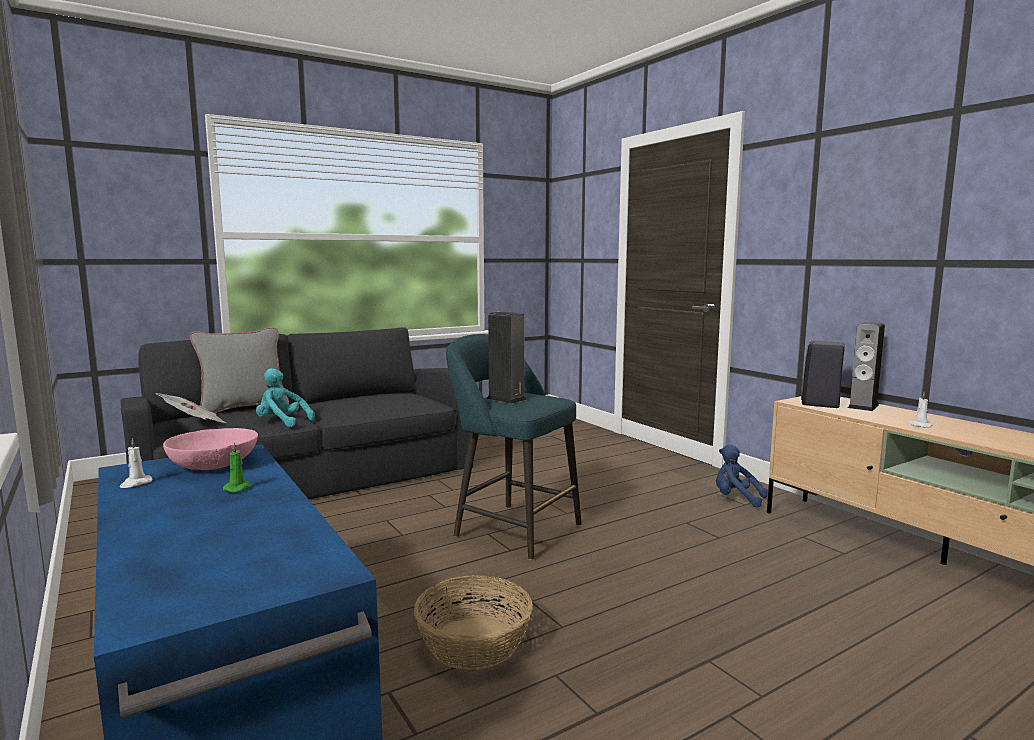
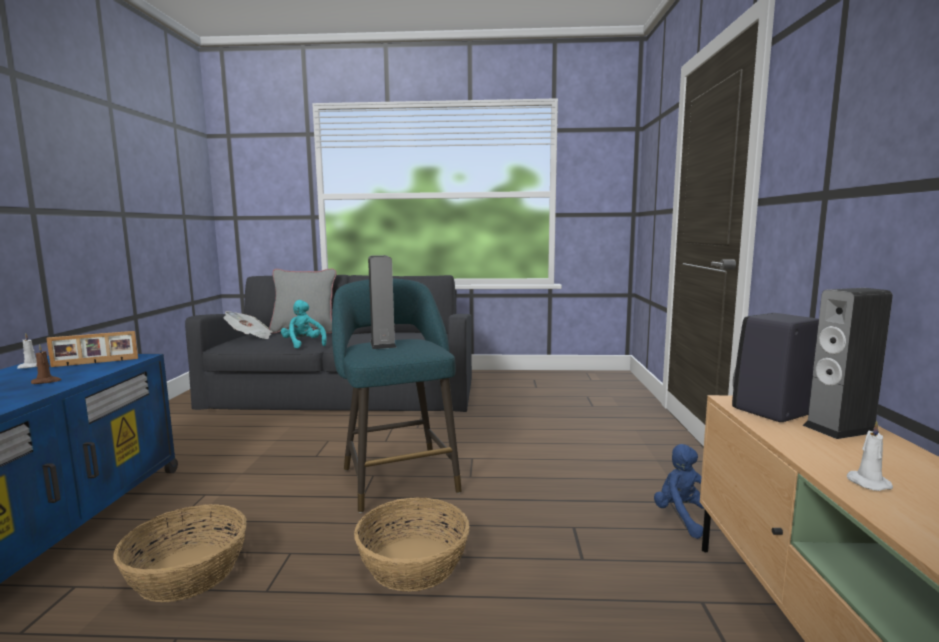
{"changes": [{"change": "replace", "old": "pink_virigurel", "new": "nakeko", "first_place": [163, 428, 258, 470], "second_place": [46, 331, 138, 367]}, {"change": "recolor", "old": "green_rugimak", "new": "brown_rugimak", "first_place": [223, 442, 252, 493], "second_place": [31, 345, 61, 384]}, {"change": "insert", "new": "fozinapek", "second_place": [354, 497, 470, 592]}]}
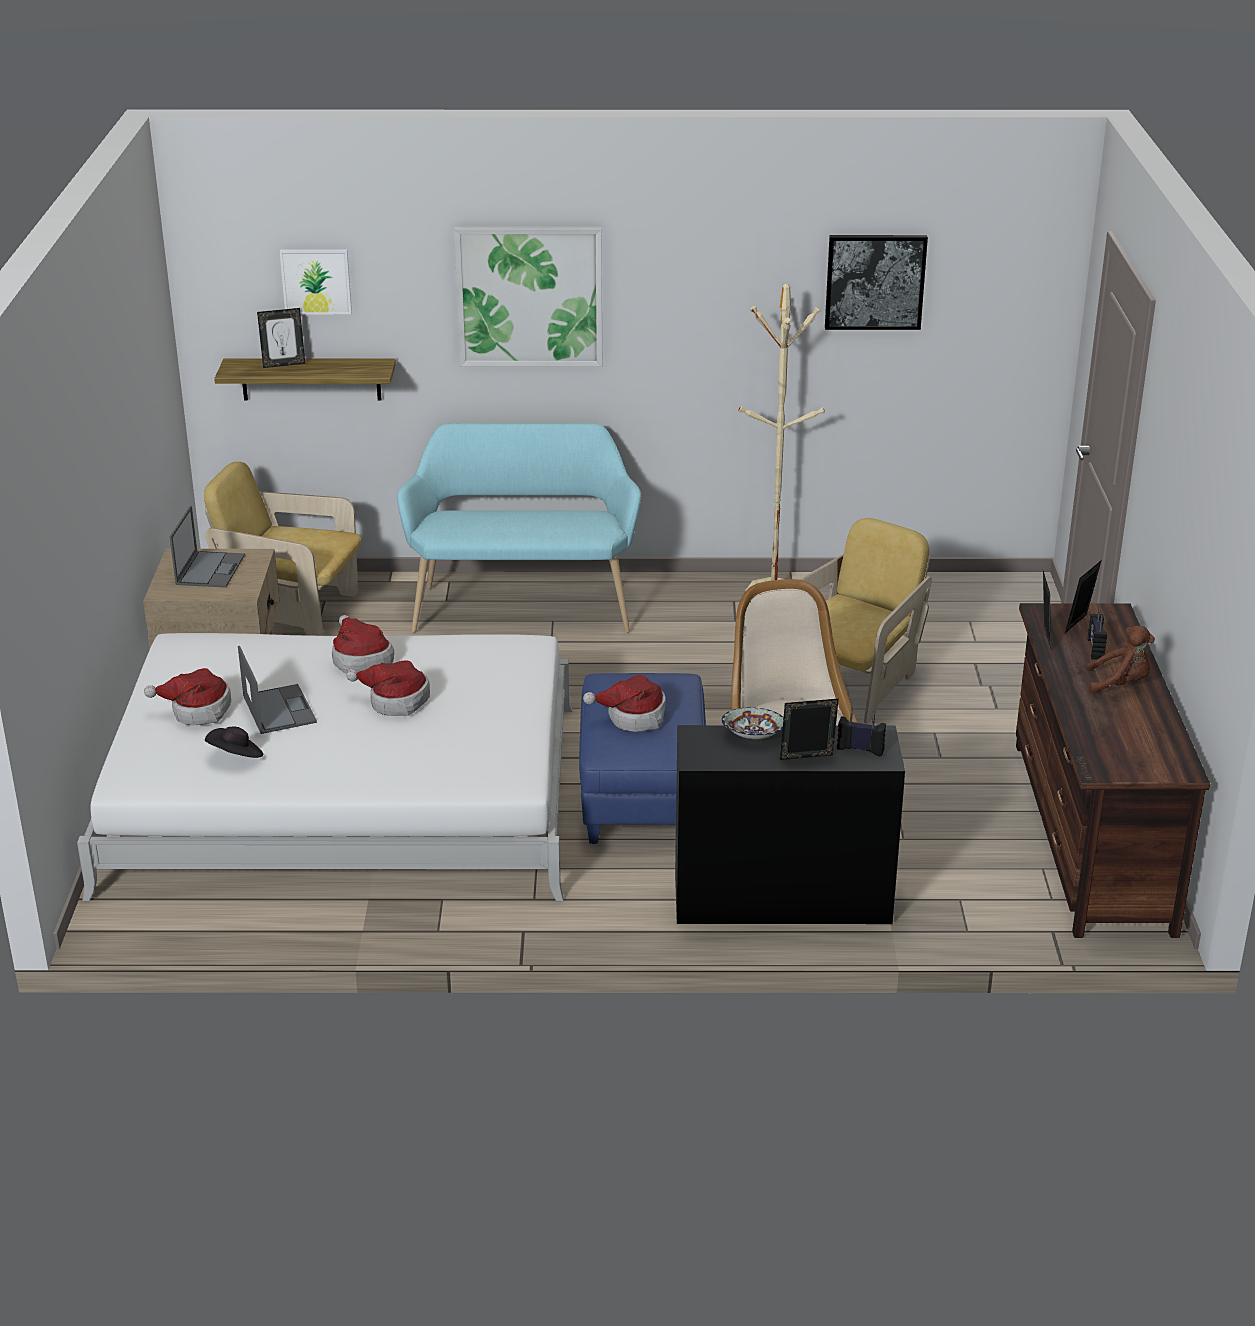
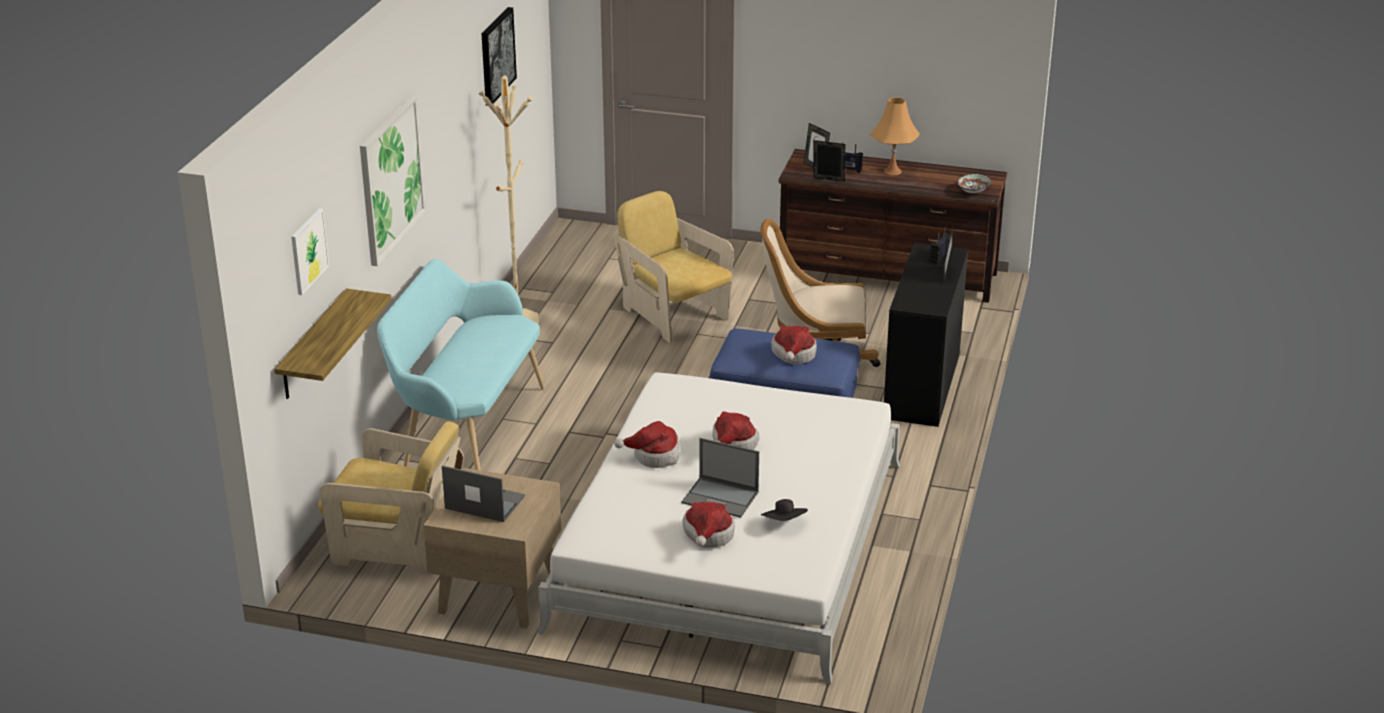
{"changes": [{"change": "delete", "old": "nakeko", "first_place": [257, 308, 305, 368]}, {"change": "rotate", "old": "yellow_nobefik", "first_place": [204, 462, 361, 636], "second_place": [318, 421, 464, 575], "degrees": -105}, {"change": "replace", "old": "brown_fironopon", "new": "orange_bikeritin", "first_place": [1086, 626, 1155, 694], "second_place": [870, 98, 920, 175]}, {"change": "rotate", "old": "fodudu", "first_place": [238, 646, 317, 734], "second_place": [682, 438, 759, 518], "degrees": -150}, {"change": "move", "old": "virigurel", "first_place": [722, 707, 784, 739], "second_place": [957, 174, 991, 193]}]}
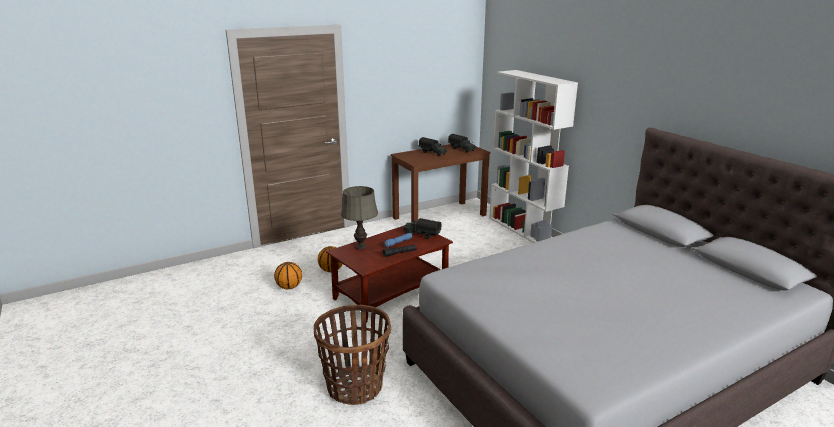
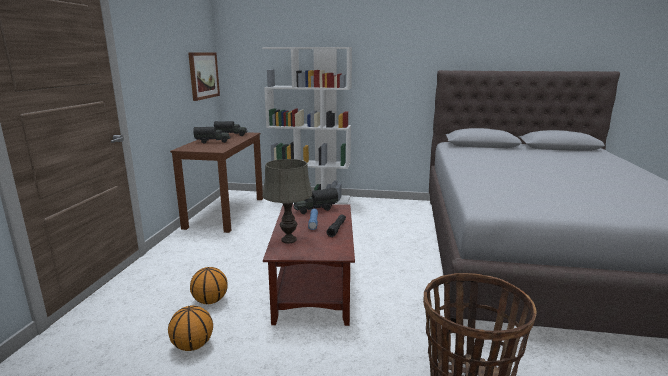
{"changes": [{"change": "insert", "new": "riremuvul", "second_place": [188, 52, 220, 101]}]}
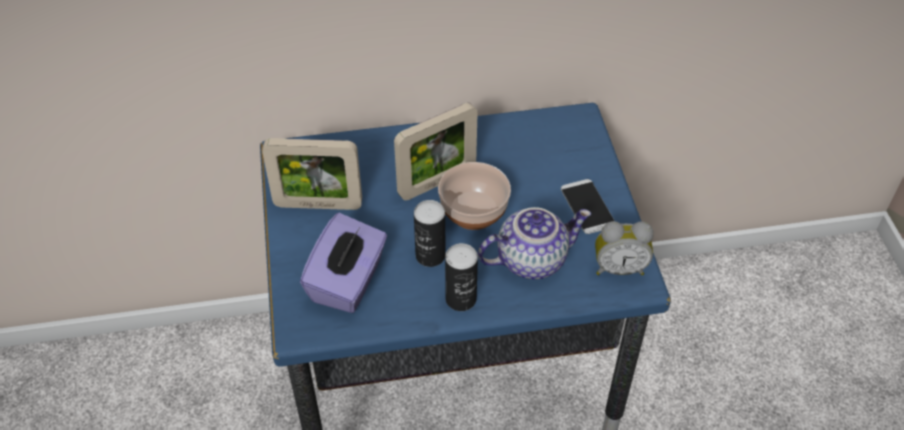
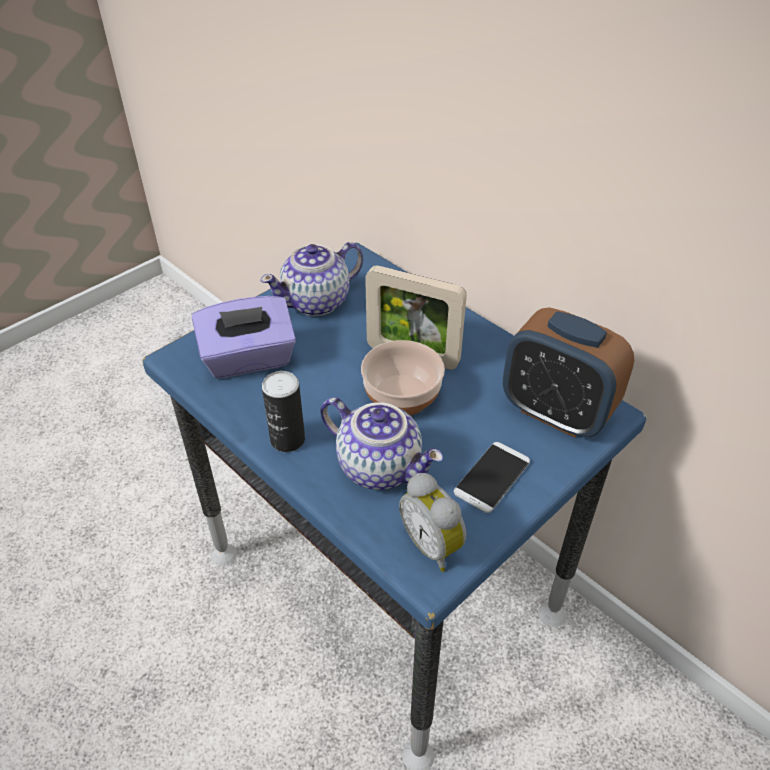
{"changes": [{"change": "replace", "old": "nakeko", "new": "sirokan", "first_place": [262, 138, 362, 210], "second_place": [260, 242, 363, 316]}, {"change": "delete", "old": "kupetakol", "first_place": [414, 200, 446, 267]}, {"change": "insert", "new": "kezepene", "second_place": [503, 307, 634, 438]}]}
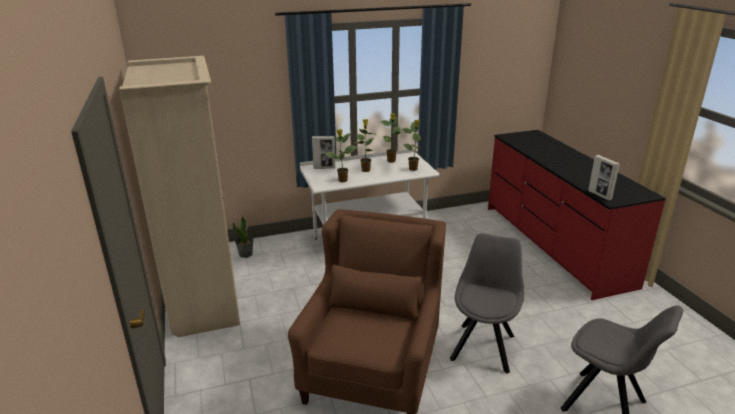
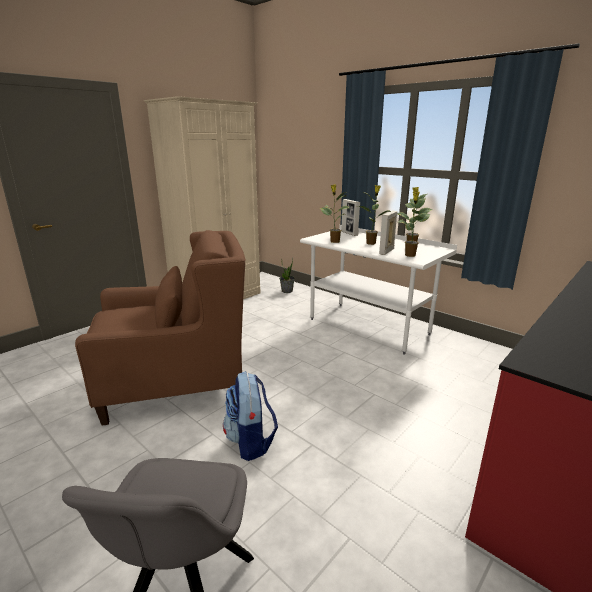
{"changes": [{"change": "move", "old": "nakeko", "first_place": [588, 155, 620, 201], "second_place": [379, 211, 398, 255]}, {"change": "replace", "old": "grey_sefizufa", "new": "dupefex", "first_place": [450, 233, 524, 374], "second_place": [223, 372, 278, 461]}]}
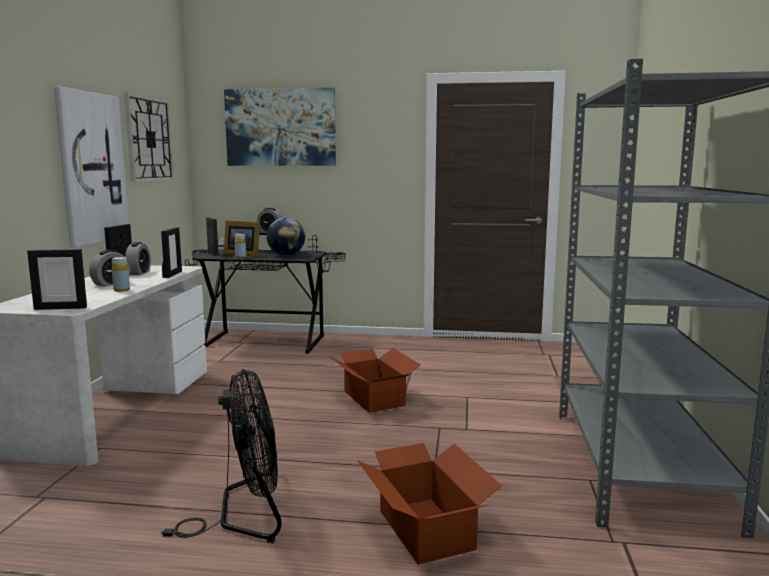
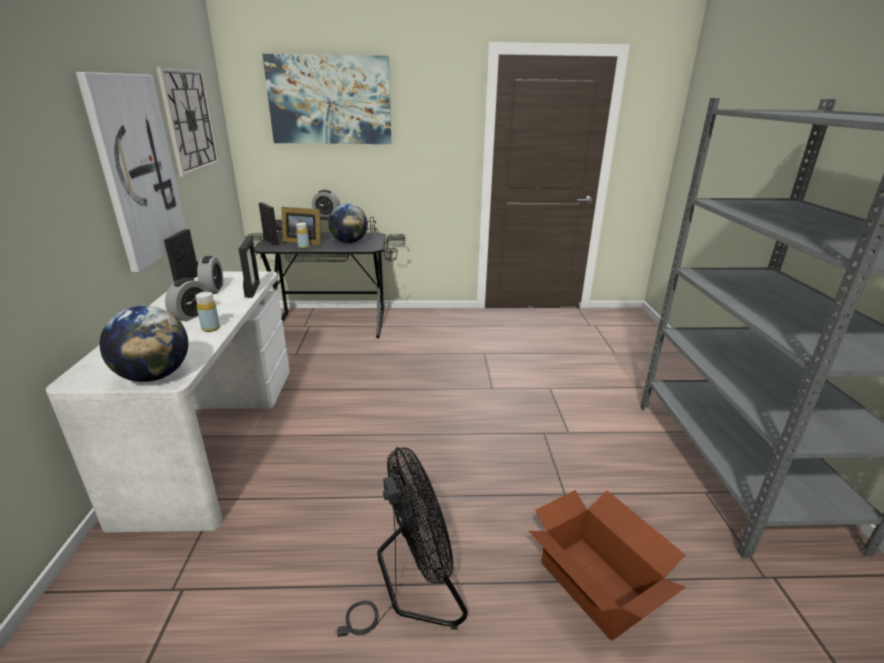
{"changes": [{"change": "replace", "old": "nakeko", "new": "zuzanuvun", "first_place": [27, 249, 87, 310], "second_place": [100, 306, 188, 382]}, {"change": "delete", "old": "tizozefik", "first_place": [329, 348, 421, 413]}]}
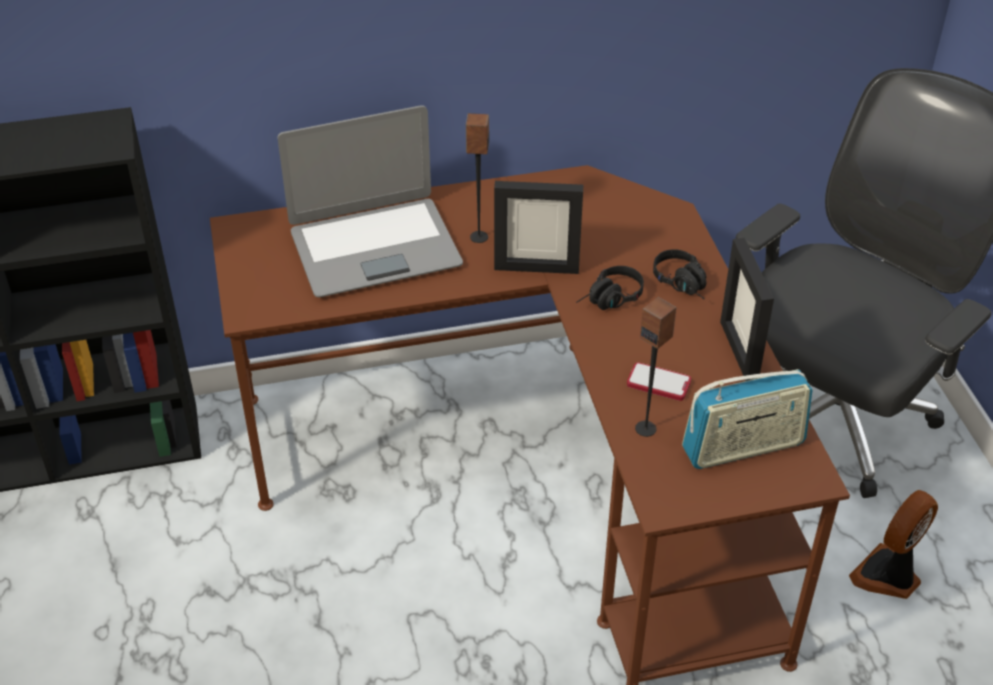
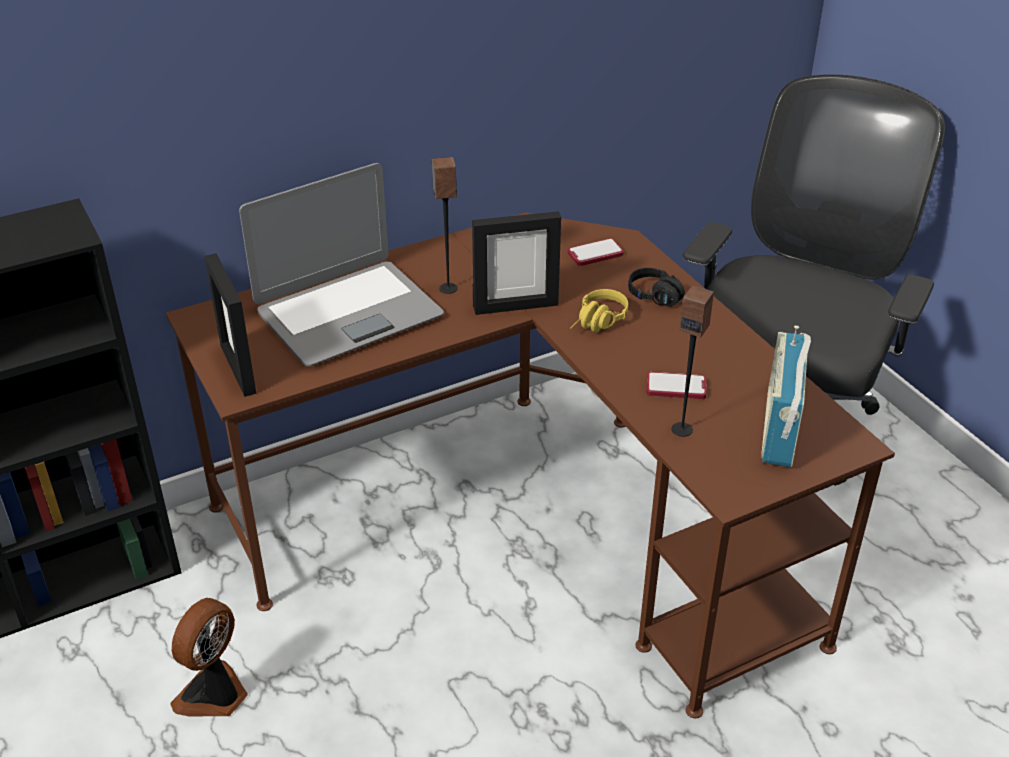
{"changes": [{"change": "move", "old": "nakeko", "first_place": [720, 238, 774, 381], "second_place": [204, 253, 256, 397]}, {"change": "recolor", "old": "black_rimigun", "new": "yellow_rimigun", "first_place": [576, 266, 644, 310], "second_place": [570, 289, 628, 333]}, {"change": "rotate", "old": "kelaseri", "first_place": [682, 369, 812, 469], "second_place": [761, 325, 811, 467], "degrees": 135}, {"change": "move", "old": "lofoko", "first_place": [849, 490, 938, 599], "second_place": [170, 598, 248, 717]}, {"change": "insert", "new": "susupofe", "second_place": [568, 238, 624, 266]}]}
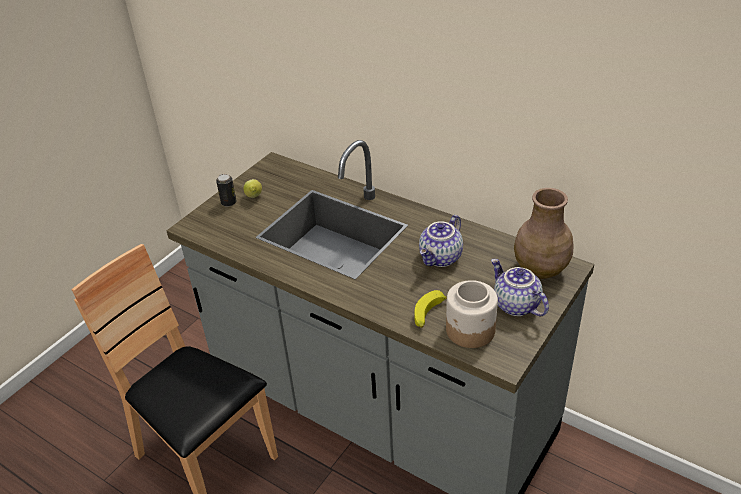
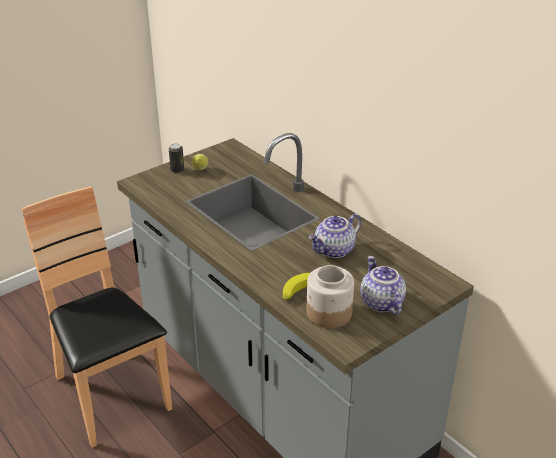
{"changes": [{"change": "delete", "old": "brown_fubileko", "first_place": [514, 188, 573, 279]}]}
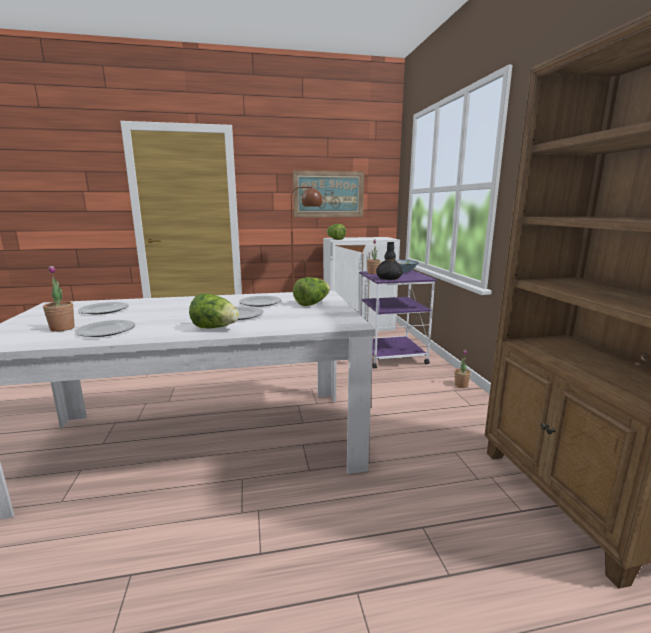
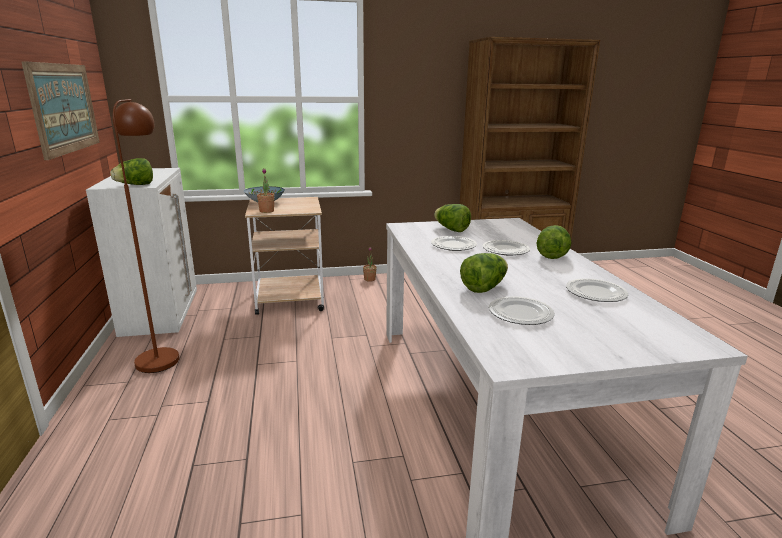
{"changes": [{"change": "delete", "old": "black_fubileko", "first_place": [376, 242, 403, 280]}, {"change": "delete", "old": "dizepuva", "first_place": [43, 266, 75, 332]}, {"change": "recolor", "old": "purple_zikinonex", "new": "beige_zikinonex", "first_place": [359, 270, 437, 369], "second_place": [245, 197, 325, 315]}, {"change": "insert", "new": "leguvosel", "second_place": [460, 253, 508, 293]}]}
